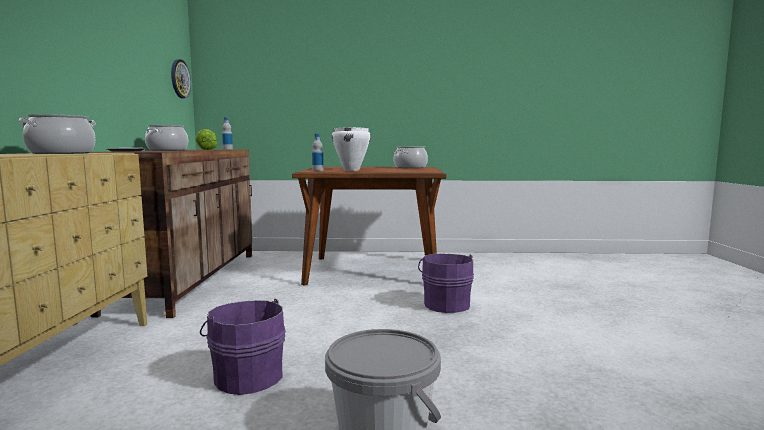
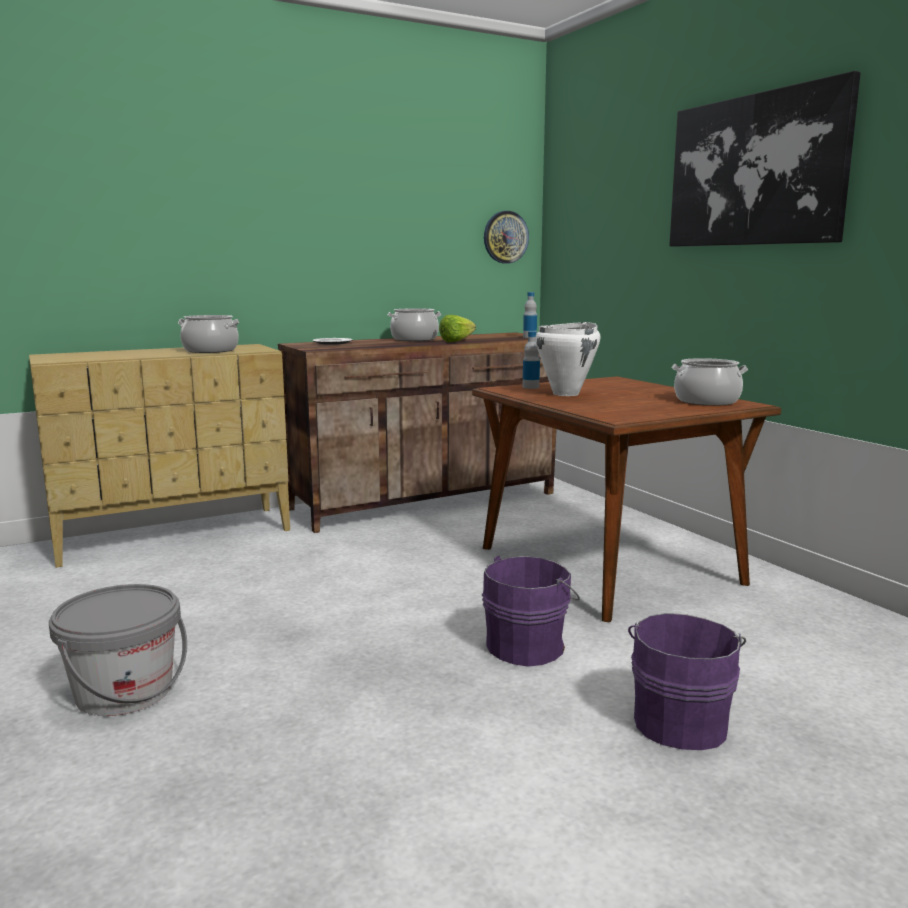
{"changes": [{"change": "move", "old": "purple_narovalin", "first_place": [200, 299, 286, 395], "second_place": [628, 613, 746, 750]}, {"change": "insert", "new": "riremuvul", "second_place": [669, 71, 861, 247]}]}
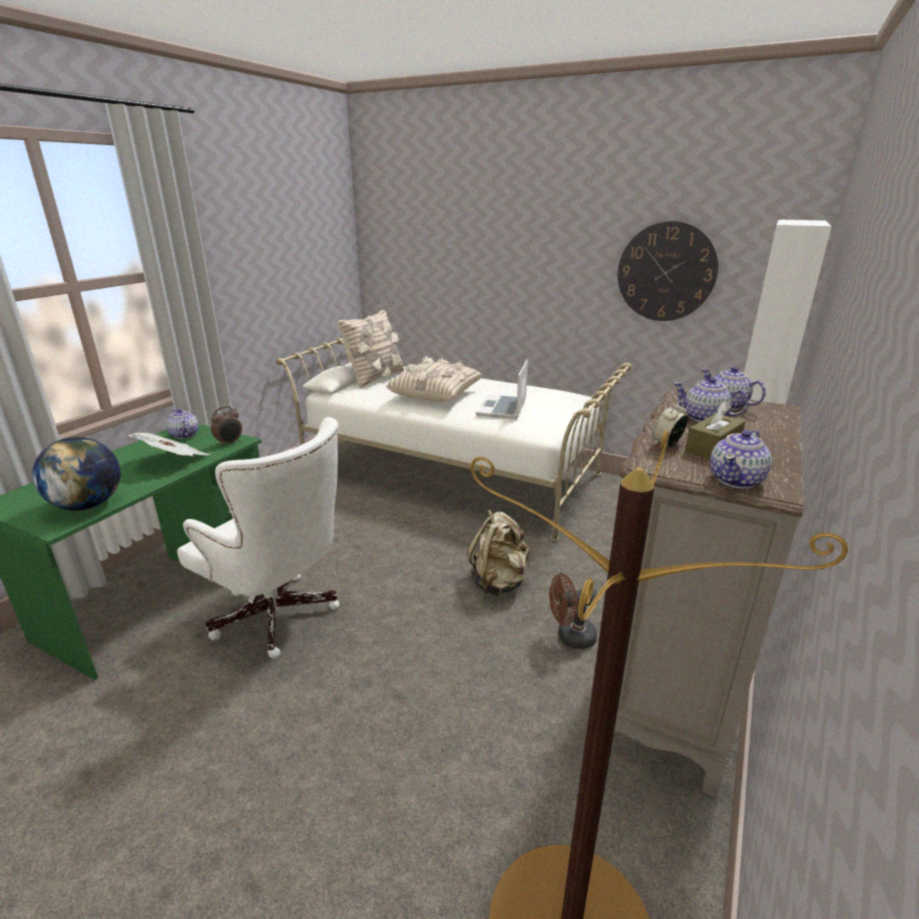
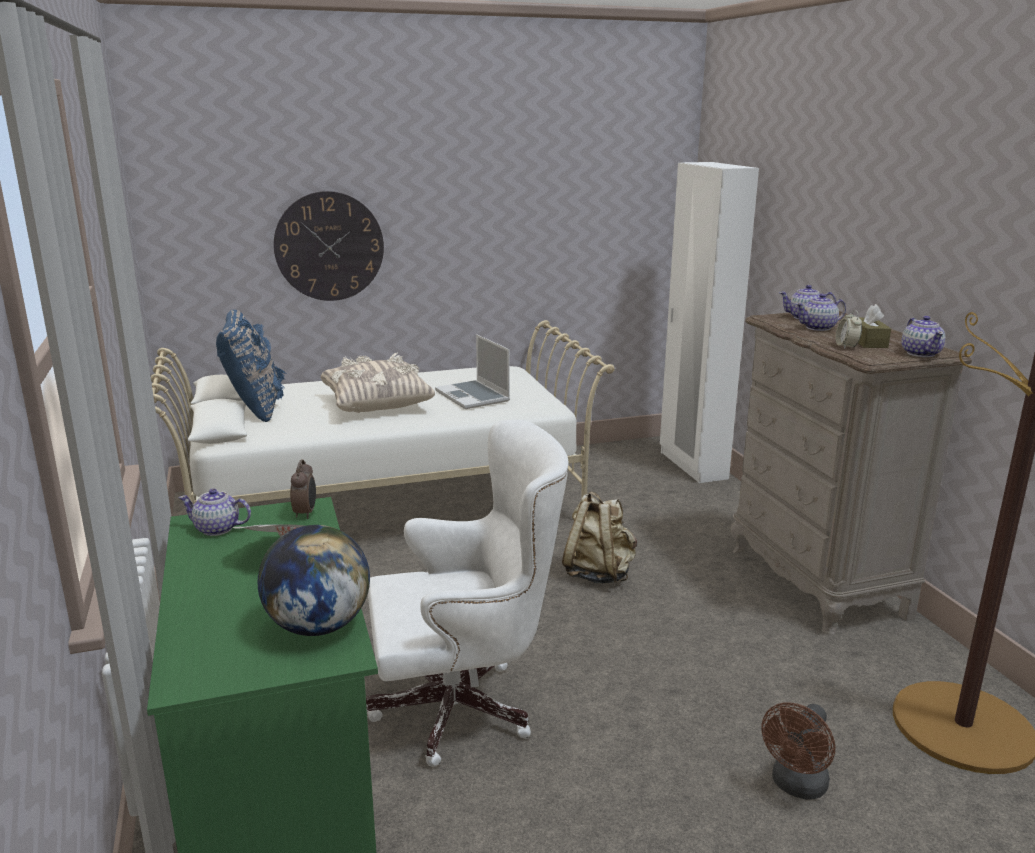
{"changes": [{"change": "move", "old": "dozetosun", "first_place": [618, 221, 718, 321], "second_place": [274, 191, 384, 301]}, {"change": "recolor", "old": "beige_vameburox", "new": "blue_vameburox", "first_place": [338, 310, 404, 388], "second_place": [216, 310, 286, 422]}, {"change": "move", "old": "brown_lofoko", "first_place": [549, 573, 599, 649], "second_place": [761, 702, 835, 800]}]}
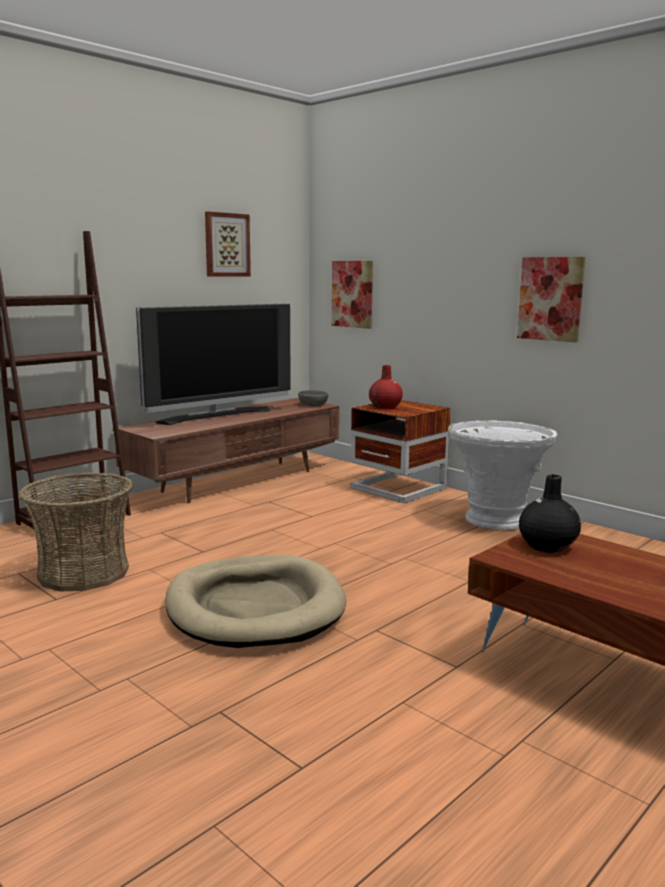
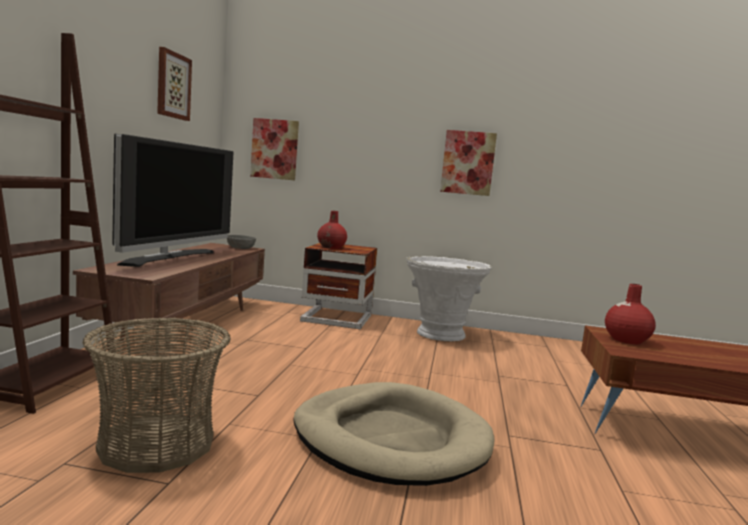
{"changes": [{"change": "recolor", "old": "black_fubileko", "new": "red_fubileko", "first_place": [519, 474, 581, 553], "second_place": [605, 284, 656, 345]}]}
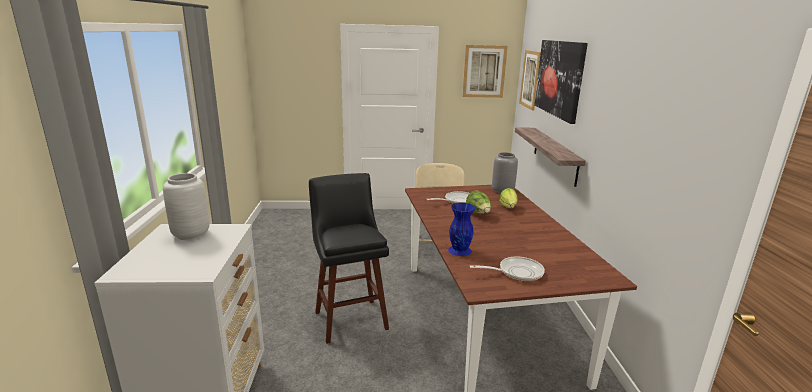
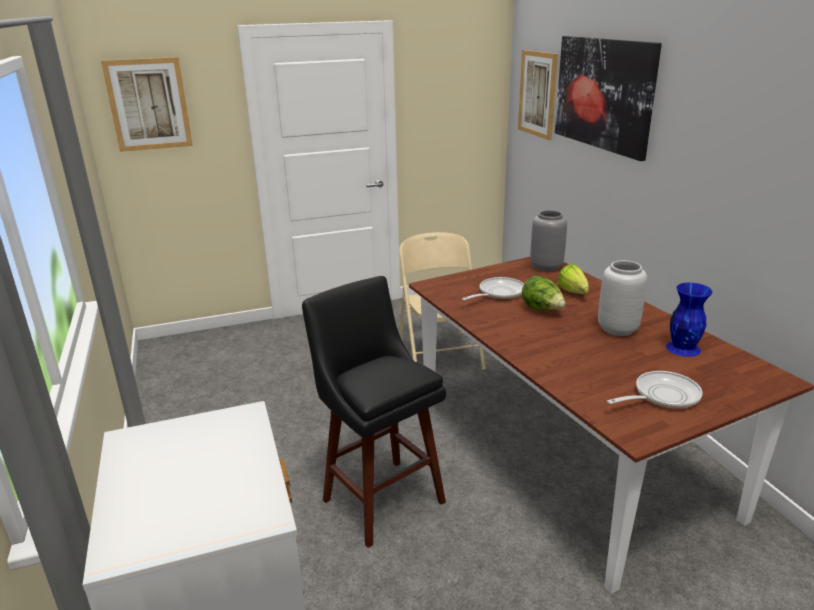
{"changes": [{"change": "move", "old": "riremuvul", "first_place": [462, 45, 508, 98], "second_place": [101, 57, 193, 152]}, {"change": "delete", "old": "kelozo", "first_place": [515, 127, 586, 187]}, {"change": "move", "old": "grey_fubileko", "first_place": [163, 173, 209, 240], "second_place": [598, 260, 647, 336]}, {"change": "move", "old": "blue_fubileko", "first_place": [448, 202, 475, 256], "second_place": [666, 283, 712, 357]}]}
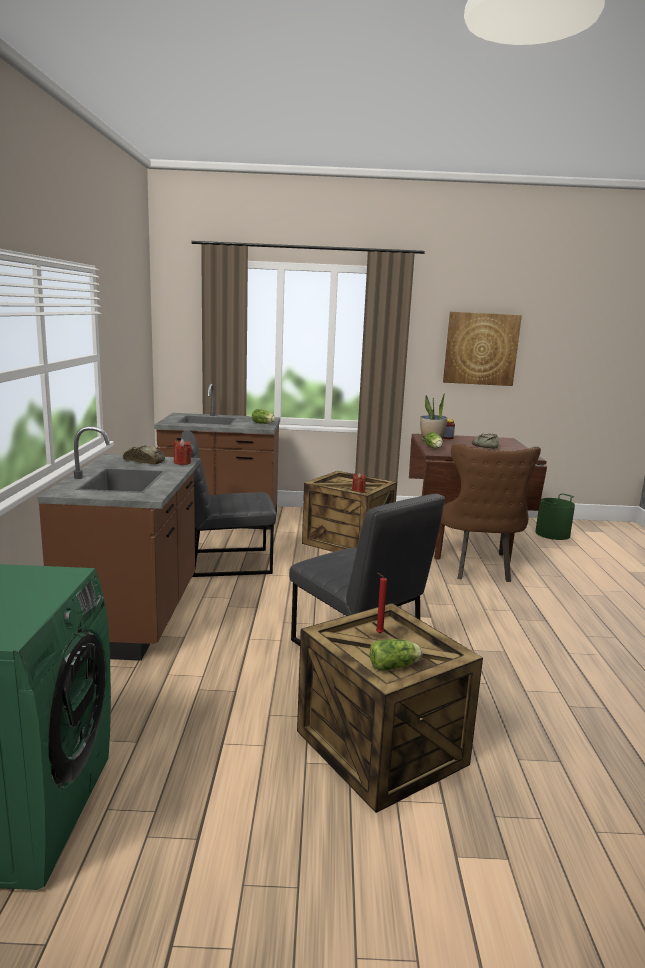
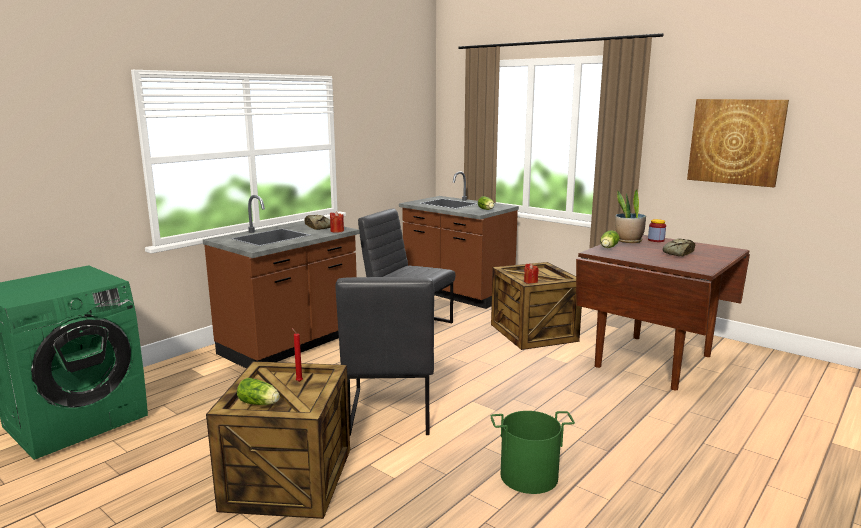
{"changes": [{"change": "delete", "old": "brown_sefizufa", "first_place": [441, 443, 541, 582]}, {"change": "move", "old": "green_narovalin", "first_place": [535, 493, 575, 540], "second_place": [491, 411, 575, 494]}]}
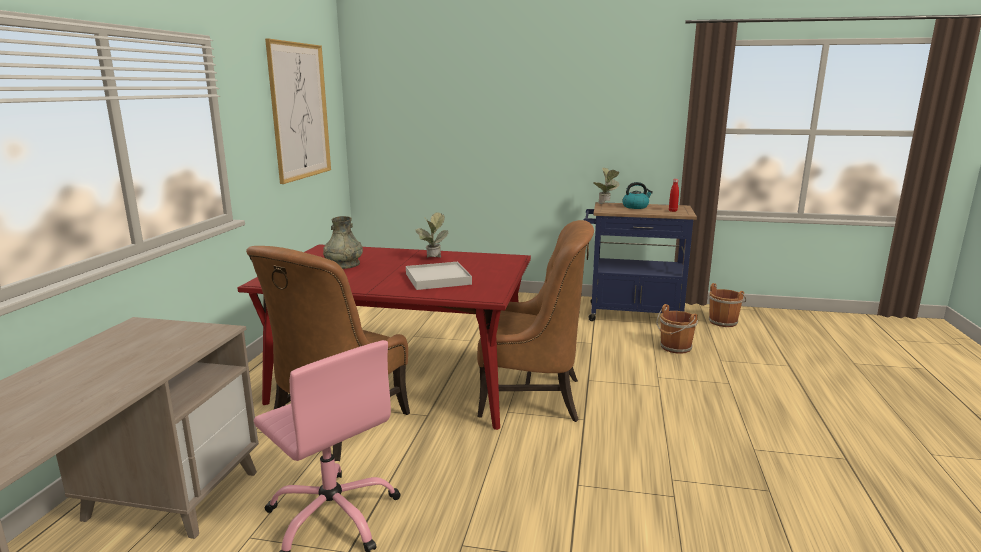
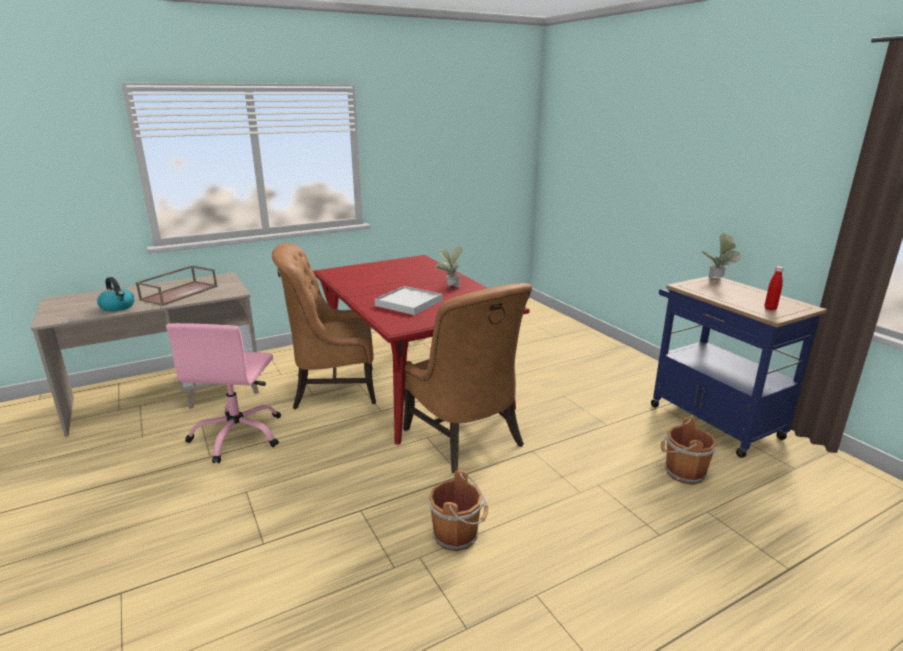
{"changes": [{"change": "delete", "old": "riremuvul", "first_place": [265, 39, 331, 184]}, {"change": "move", "old": "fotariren", "first_place": [622, 182, 653, 209], "second_place": [97, 277, 135, 312]}, {"change": "delete", "old": "grey_fubileko", "first_place": [323, 216, 363, 269]}, {"change": "move", "old": "brown_narovalin", "first_place": [709, 283, 746, 327], "second_place": [429, 470, 488, 551]}, {"change": "insert", "new": "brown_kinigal", "second_place": [136, 265, 218, 306]}]}
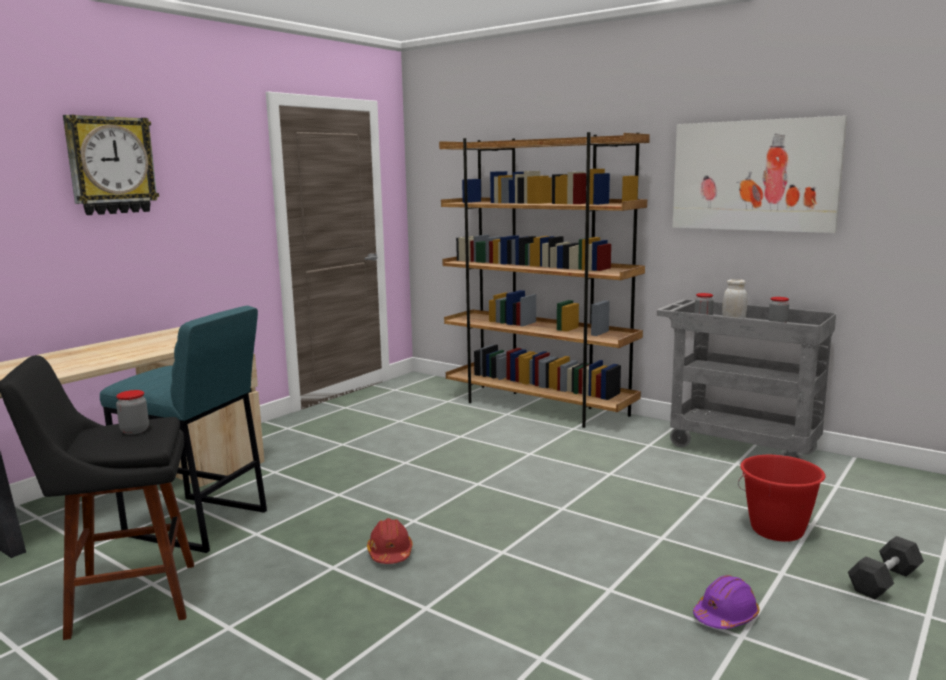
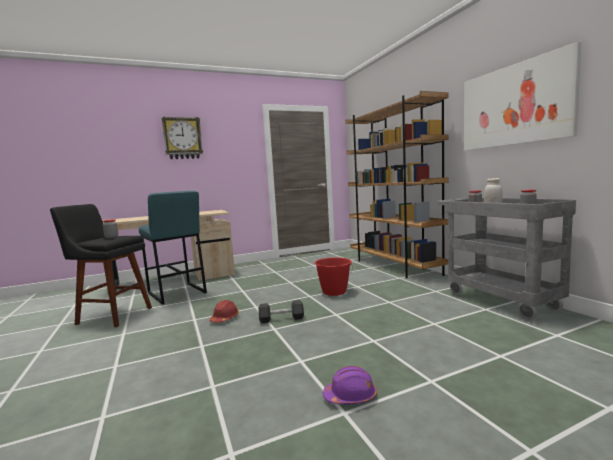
{"changes": [{"change": "move", "old": "red_narovalin", "first_place": [738, 455, 826, 542], "second_place": [314, 257, 353, 296]}, {"change": "move", "old": "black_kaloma", "first_place": [848, 536, 924, 600], "second_place": [259, 300, 304, 323]}]}
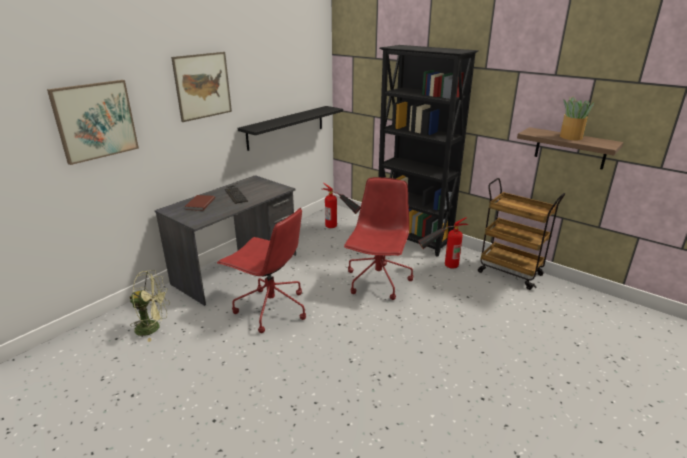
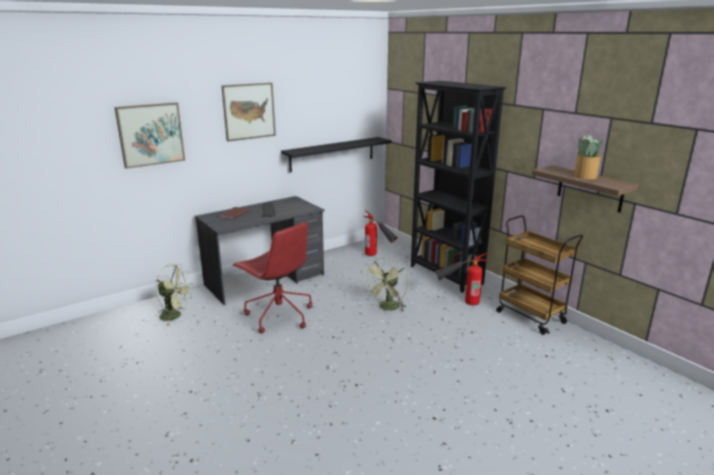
{"changes": [{"change": "replace", "old": "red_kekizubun", "new": "green_lofoko", "first_place": [344, 177, 414, 300], "second_place": [364, 258, 408, 312]}]}
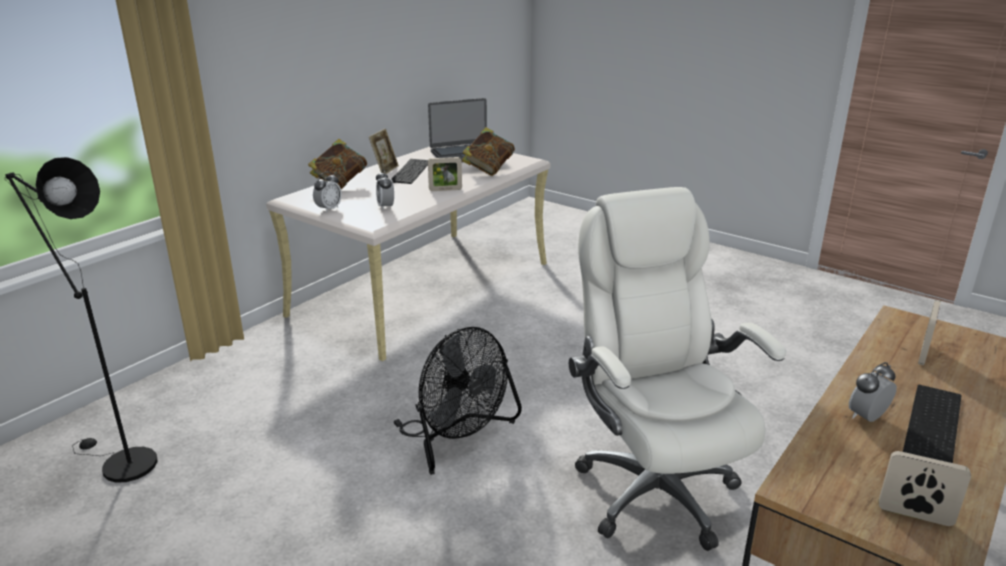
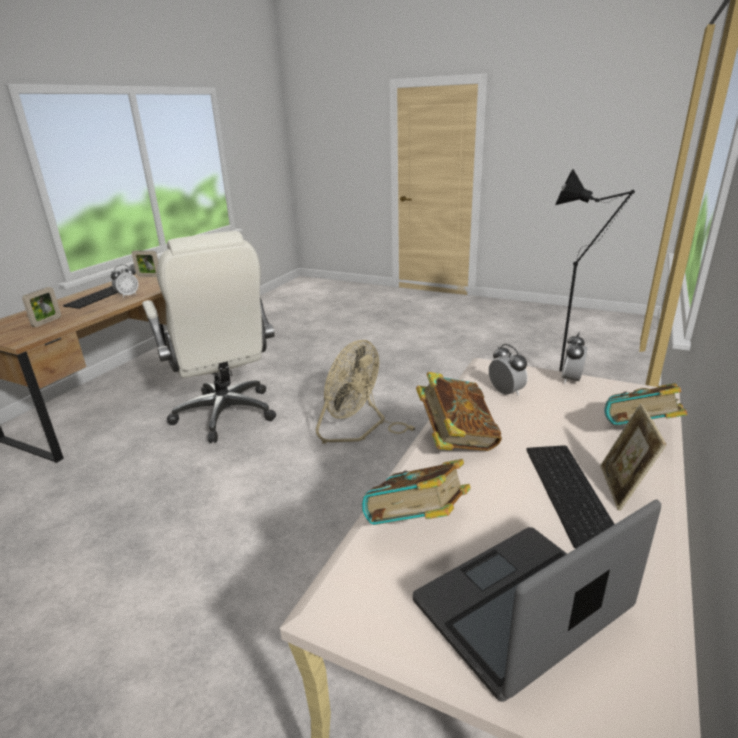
{"changes": [{"change": "replace", "old": "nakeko", "new": "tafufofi", "first_place": [428, 157, 462, 191], "second_place": [416, 372, 502, 451]}, {"change": "recolor", "old": "black_lofoko", "new": "beige_lofoko", "first_place": [394, 327, 522, 475], "second_place": [316, 340, 416, 444]}]}
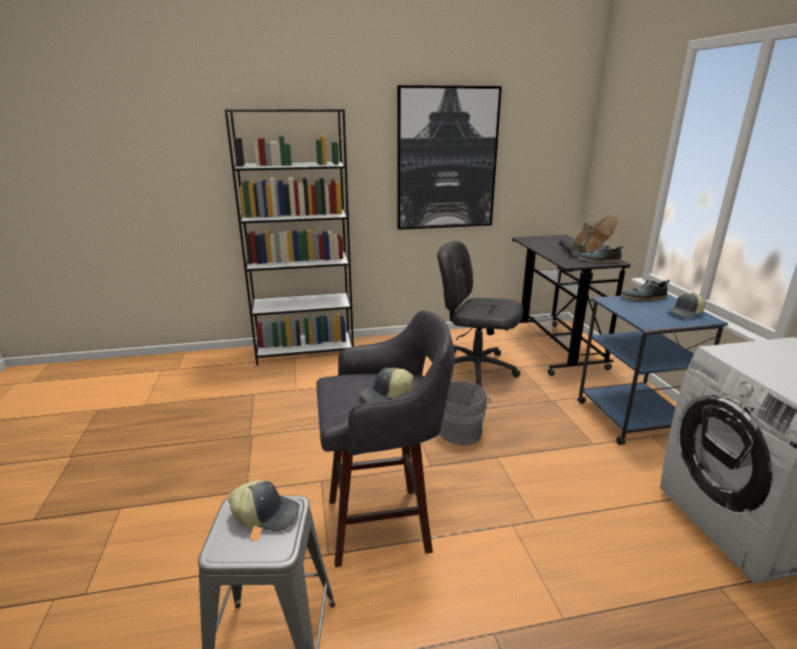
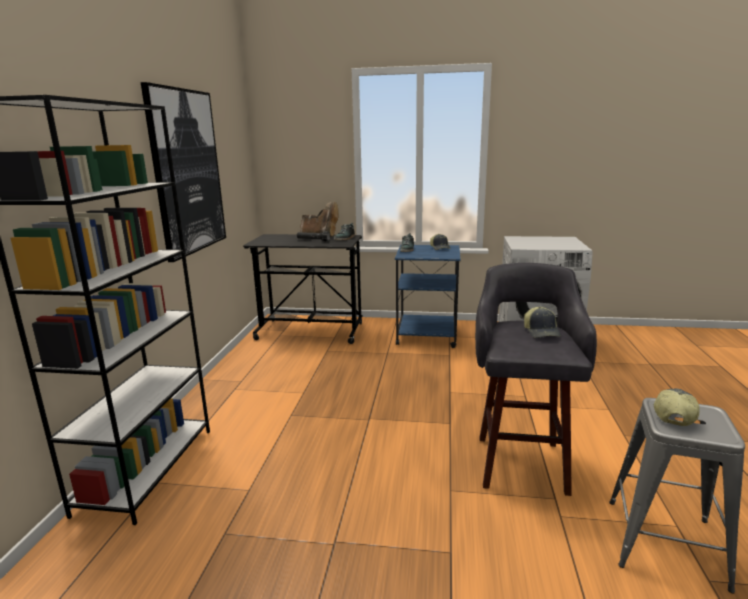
{"changes": [{"change": "delete", "old": "black_kekizubun", "first_place": [437, 241, 523, 388]}, {"change": "delete", "old": "grey_narovalin", "first_place": [439, 381, 491, 445]}]}
